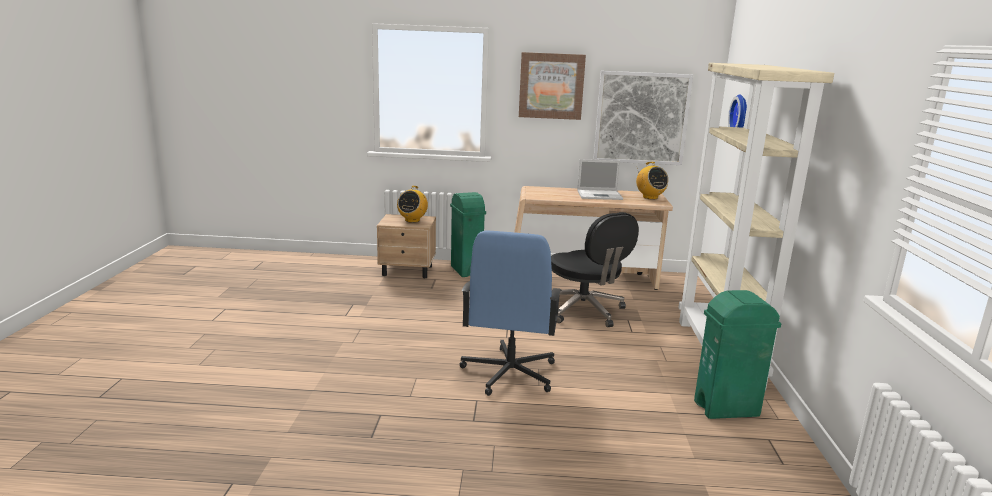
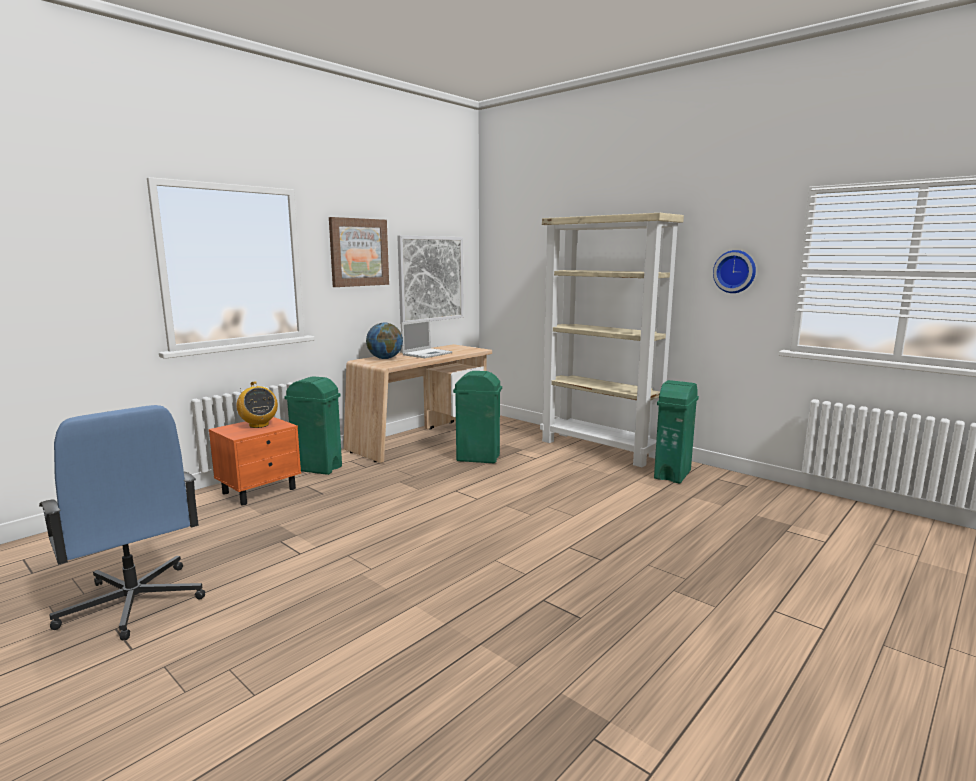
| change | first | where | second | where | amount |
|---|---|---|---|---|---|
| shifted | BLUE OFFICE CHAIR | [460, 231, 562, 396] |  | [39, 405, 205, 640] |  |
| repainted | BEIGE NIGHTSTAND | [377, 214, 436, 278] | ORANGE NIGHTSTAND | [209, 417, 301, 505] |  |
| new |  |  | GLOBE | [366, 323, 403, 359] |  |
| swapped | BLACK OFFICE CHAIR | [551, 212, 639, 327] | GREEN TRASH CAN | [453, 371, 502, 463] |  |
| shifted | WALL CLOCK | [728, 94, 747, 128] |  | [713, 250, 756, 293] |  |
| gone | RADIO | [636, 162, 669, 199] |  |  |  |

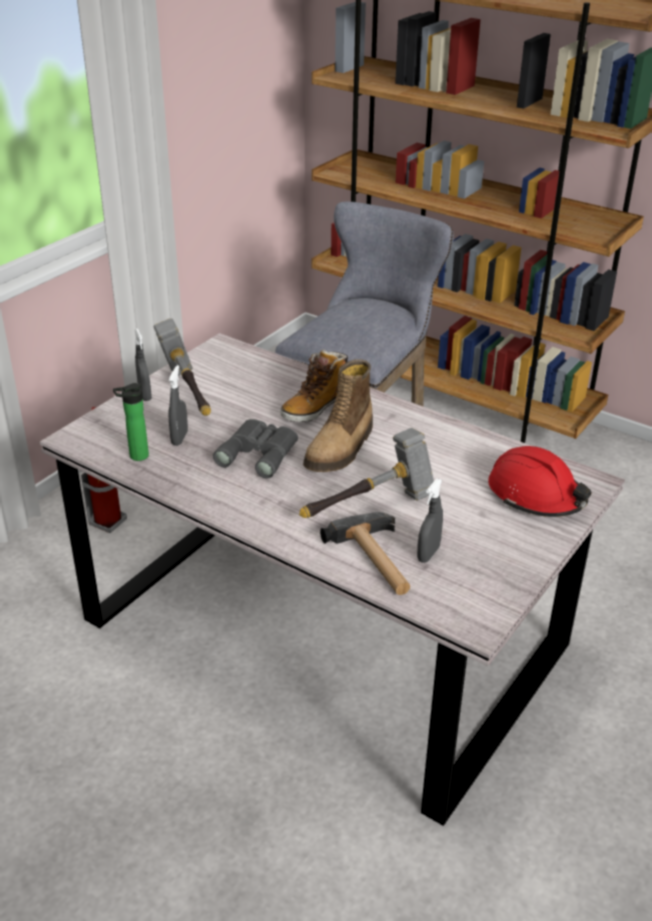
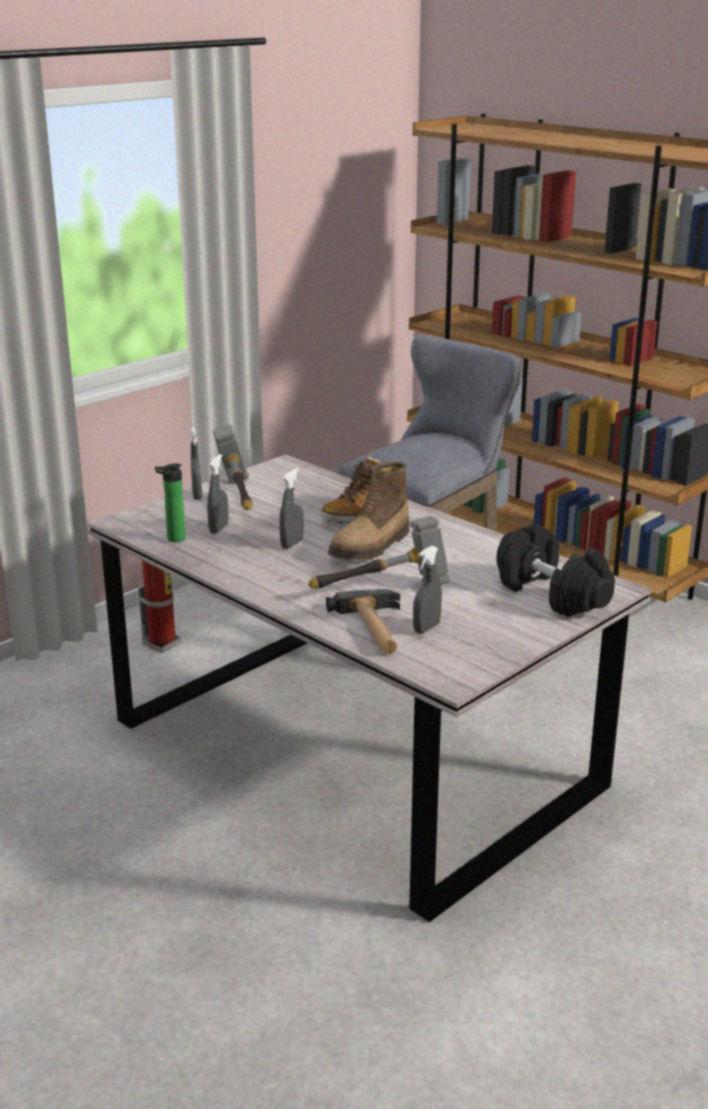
| change | first | where | second | where | amount |
|---|---|---|---|---|---|
| swapped | GREY BINOCULARS | [213, 419, 298, 478] | GREY SPRAY BOTTLE | [279, 468, 304, 549] |  |
| swapped | RED HARD HAT | [488, 446, 592, 517] | BLACK DUMBBELL | [497, 524, 615, 617] |  |

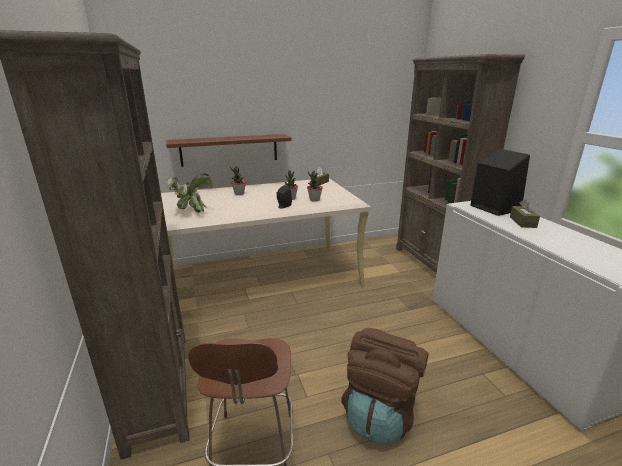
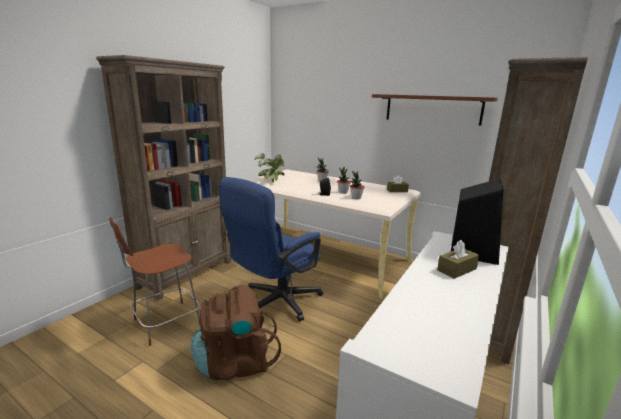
| change | first | where | second | where | amount |
|---|---|---|---|---|---|
| new |  |  | BLUE OFFICE CHAIR | [219, 177, 323, 321] |  |
| shifted | BROWN SHELF | [166, 134, 292, 167] |  | [372, 94, 498, 126] |  |

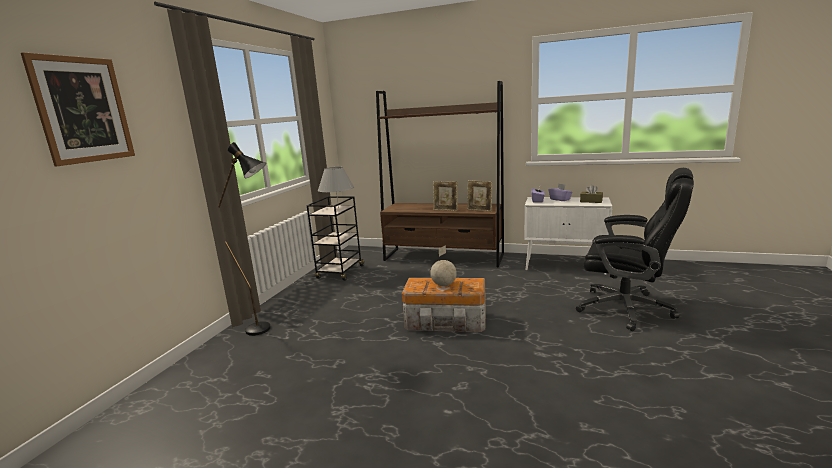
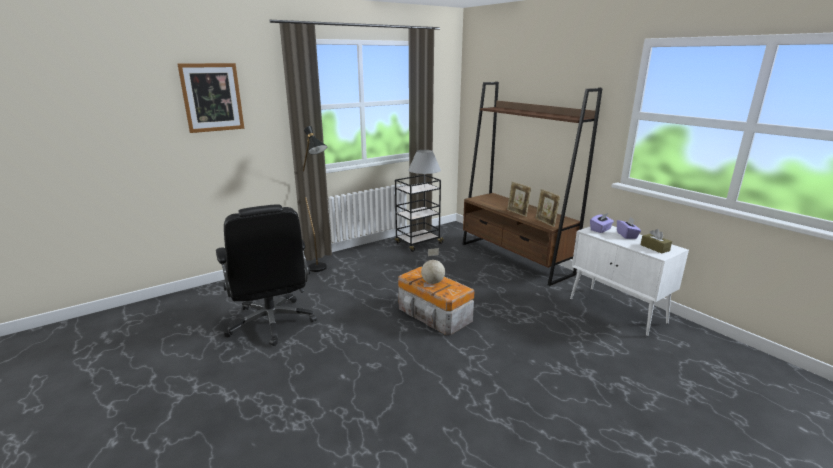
| change | first | where | second | where | amount |
|---|---|---|---|---|---|
| shifted | BLACK OFFICE CHAIR | [576, 168, 694, 331] |  | [216, 204, 317, 346] |  |

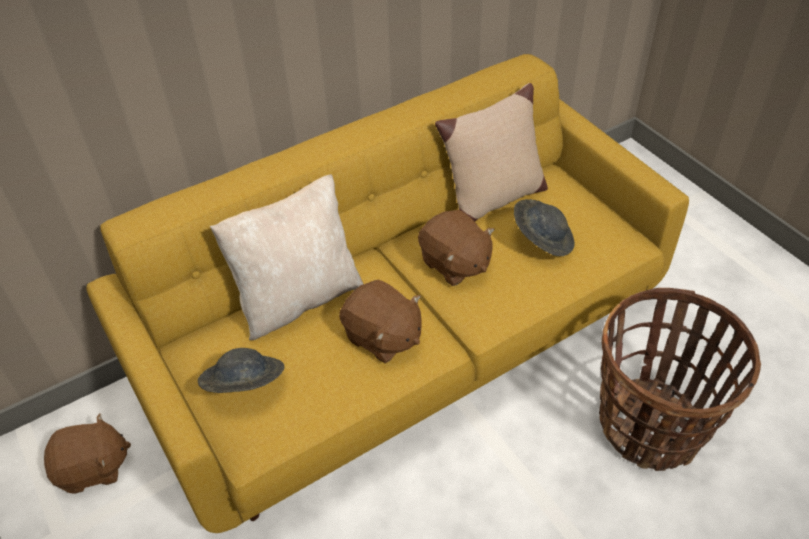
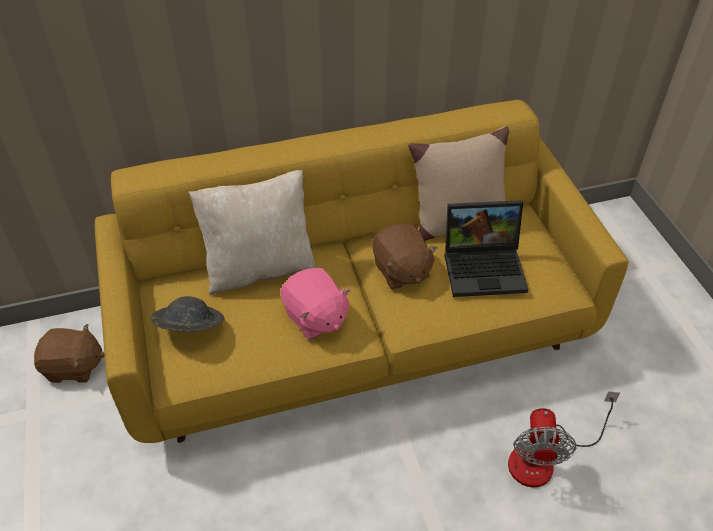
| change | first | where | second | where | amount |
|---|---|---|---|---|---|
| repainted | BROWN PLUSH TOY | [339, 280, 421, 363] | PINK PLUSH TOY | [281, 268, 351, 340] |  |
| swapped | GREY HAT | [514, 199, 575, 256] | LAPTOP | [445, 200, 528, 297] |  |
| swapped | BASKET | [599, 288, 761, 471] | FAN | [508, 391, 620, 487] |  |

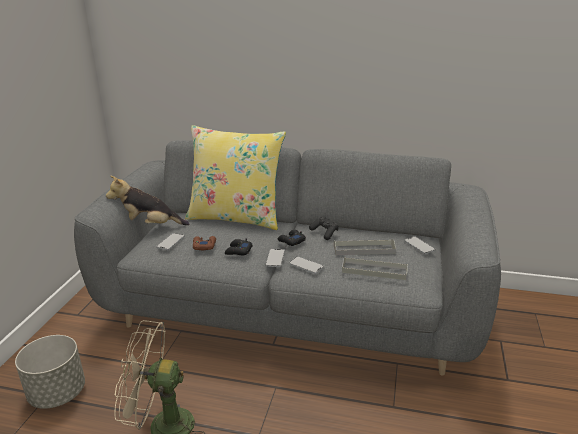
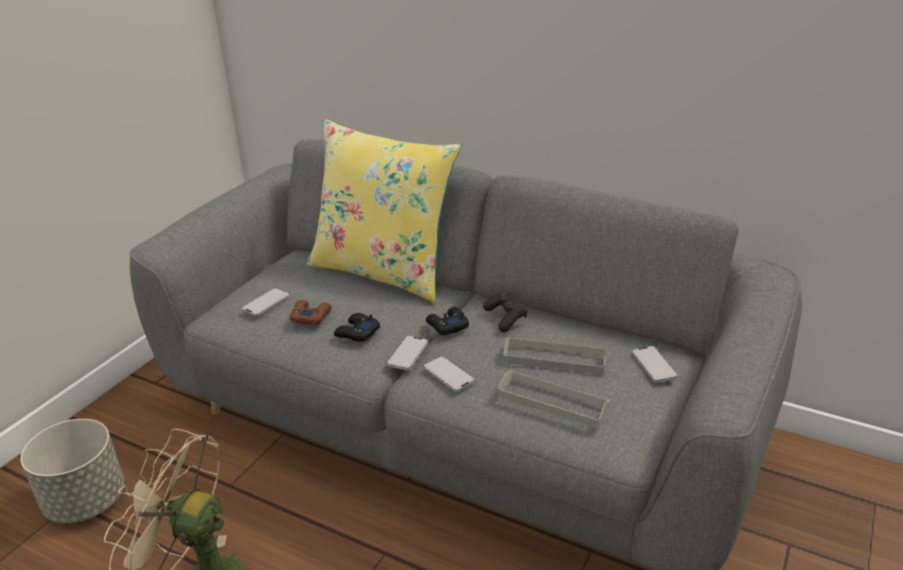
| change | first | where | second | where | amount |
|---|---|---|---|---|---|
| gone | PLUSH TOY | [106, 175, 189, 225] |  |  |  |

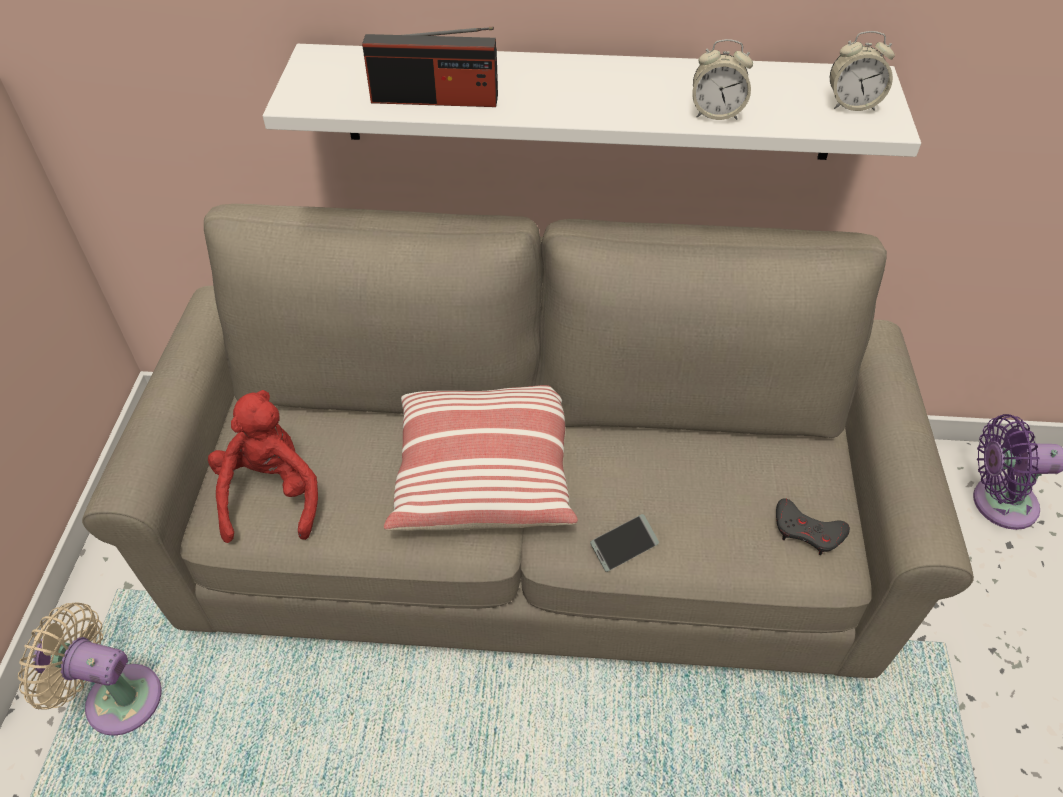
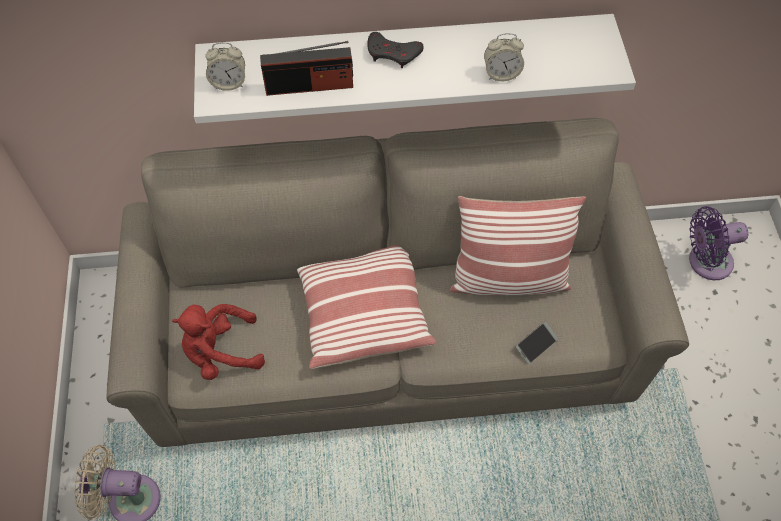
| change | first | where | second | where | amount |
|---|---|---|---|---|---|
| rotated | RED PLUSH TOY | [208, 390, 318, 543] |  | [172, 304, 265, 380] | 90 degrees counterclockwise |
| shifted | ALARM CLOCK | [830, 31, 895, 111] |  | [205, 42, 245, 91] |  |
| shifted | GREY GAME CONTROLLER | [776, 498, 850, 555] |  | [367, 32, 424, 68] |  |
| new |  |  | PILLOW | [450, 196, 586, 295] |  |
| shifted | PHONE | [590, 514, 659, 572] |  | [516, 322, 558, 364] |  |

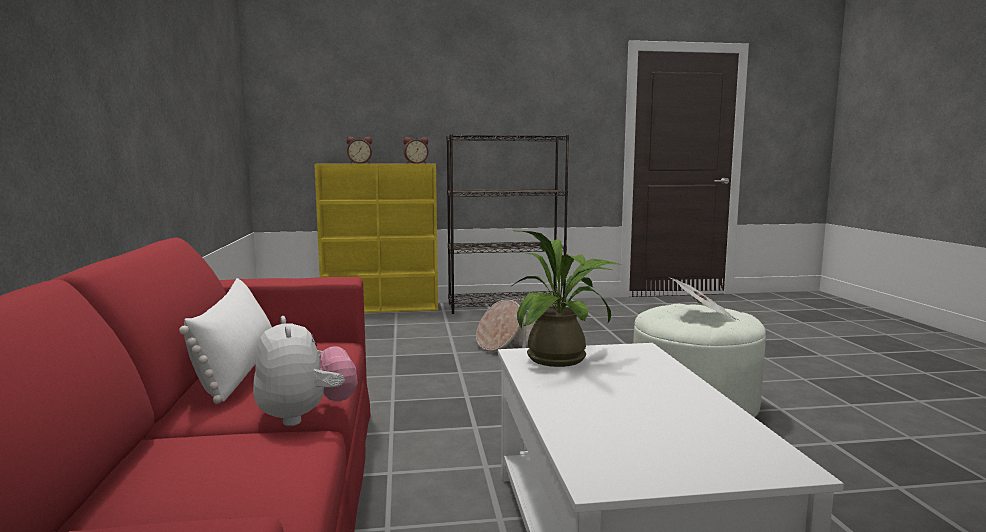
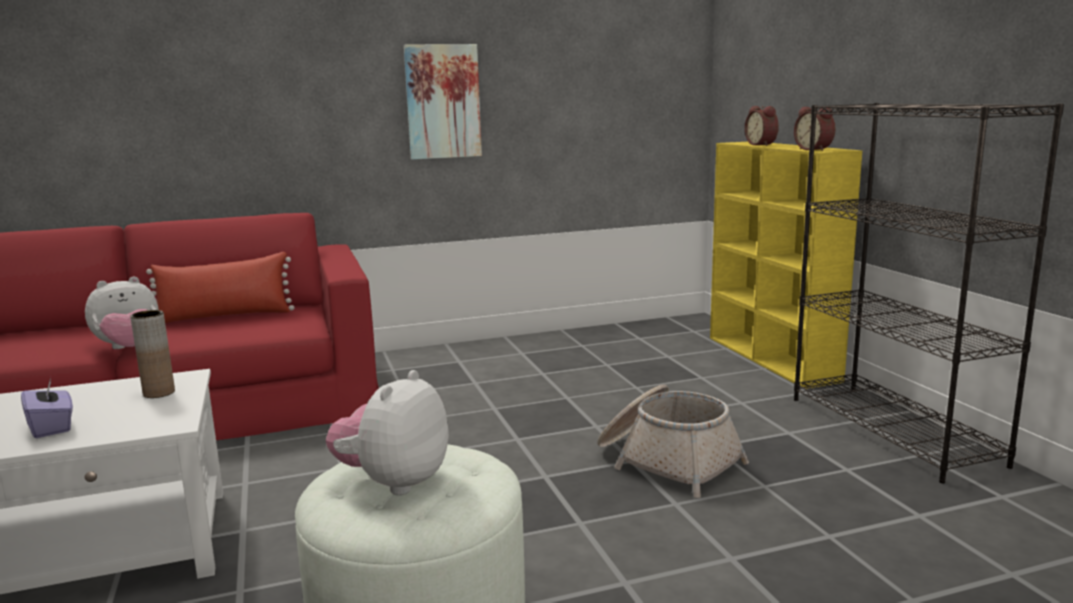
| change | first | where | second | where | amount |
|---|---|---|---|---|---|
| new |  |  | PURPLE TISSUE BOX | [21, 377, 73, 438] |  |
| swapped | POTTED PLANT | [512, 230, 621, 367] | BROWN VASE | [130, 310, 175, 398] |  |
| repainted | WHITE PILLOW | [179, 278, 272, 404] | RED PILLOW | [146, 252, 294, 323] |  |
| swapped | NEWSPAPER | [669, 277, 738, 320] | PLUSH TOY | [326, 370, 449, 495] |  |
| new |  |  | PICTURE | [404, 44, 482, 160] |  |

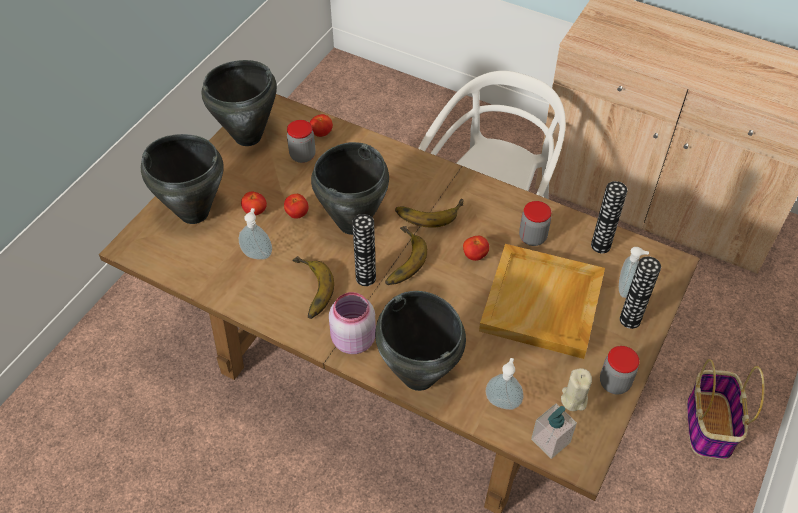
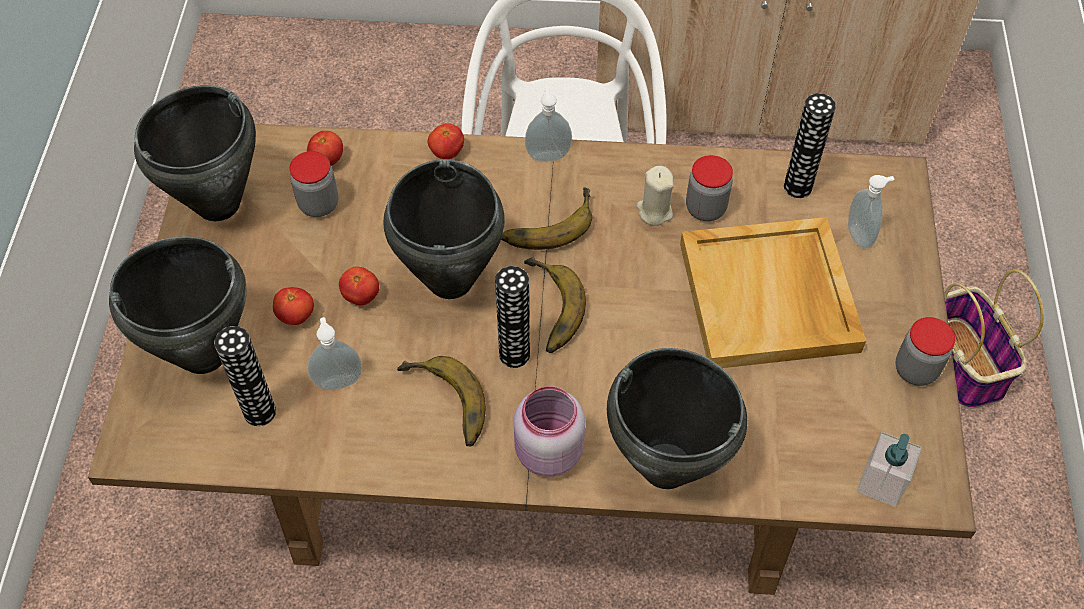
| change | first | where | second | where | amount |
|---|---|---|---|---|---|
| shifted | VASE | [620, 256, 661, 329] |  | [214, 326, 276, 426] |  |
| shifted | TOMATO | [463, 236, 489, 261] |  | [428, 123, 464, 159] |  |
| shifted | SOAP DISPENSER | [486, 358, 523, 410] |  | [525, 87, 572, 161] |  |
| shifted | BEIGE CANDLE | [561, 368, 592, 411] |  | [636, 166, 674, 226] |  |

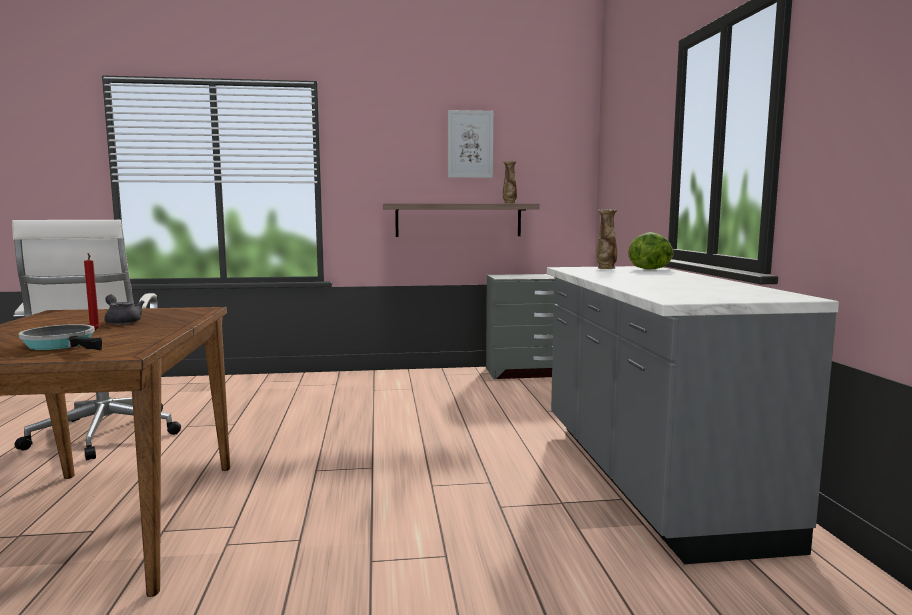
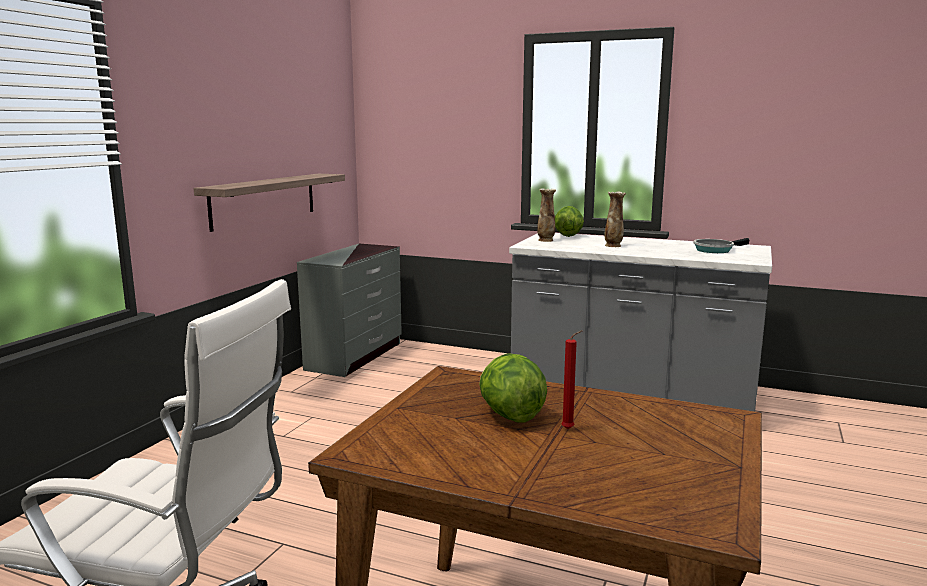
| change | first | where | second | where | amount |
|---|---|---|---|---|---|
| swapped | GREY TEAPOT | [104, 295, 144, 325] | LETTUCE | [479, 353, 547, 423] |  |
| shifted | VASE | [503, 161, 517, 204] |  | [604, 192, 626, 247] |  |
| shifted | FRYING PAN | [19, 324, 102, 350] |  | [694, 238, 749, 253] |  |
| gone | PICTURE | [448, 110, 493, 178] |  |  |  |

